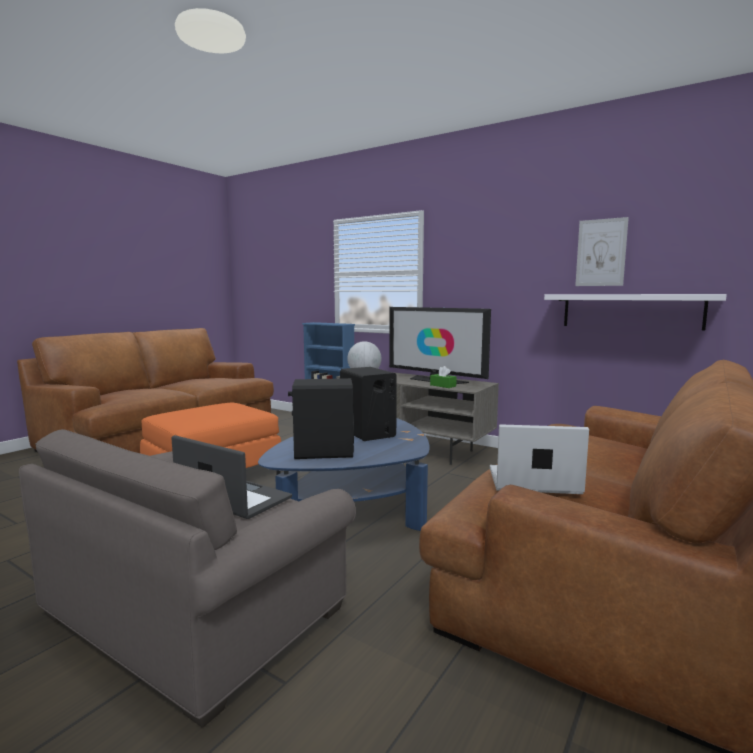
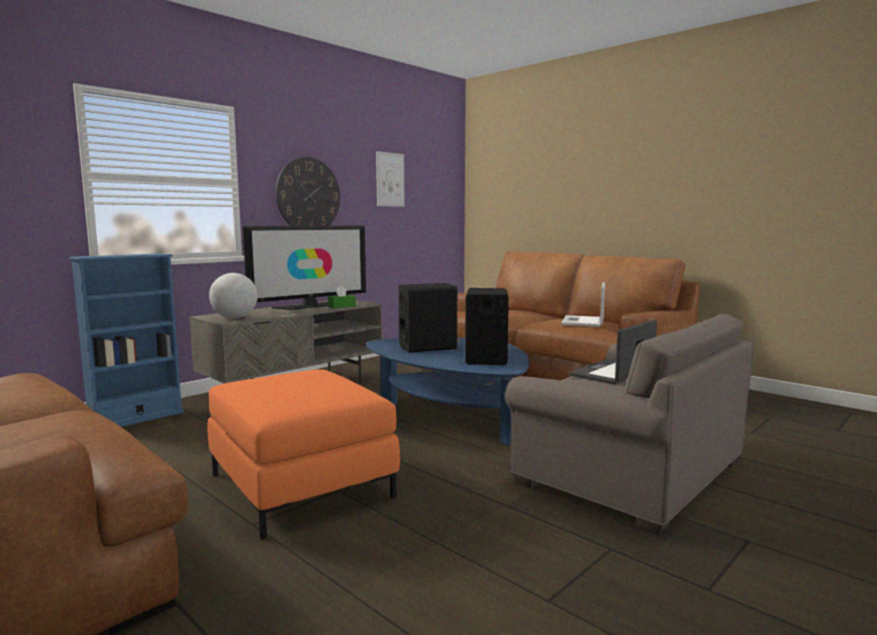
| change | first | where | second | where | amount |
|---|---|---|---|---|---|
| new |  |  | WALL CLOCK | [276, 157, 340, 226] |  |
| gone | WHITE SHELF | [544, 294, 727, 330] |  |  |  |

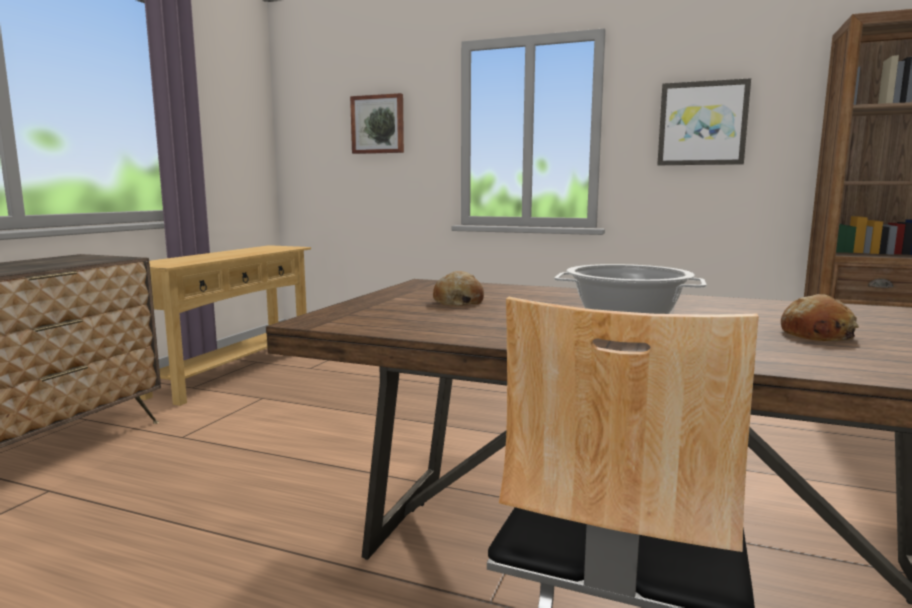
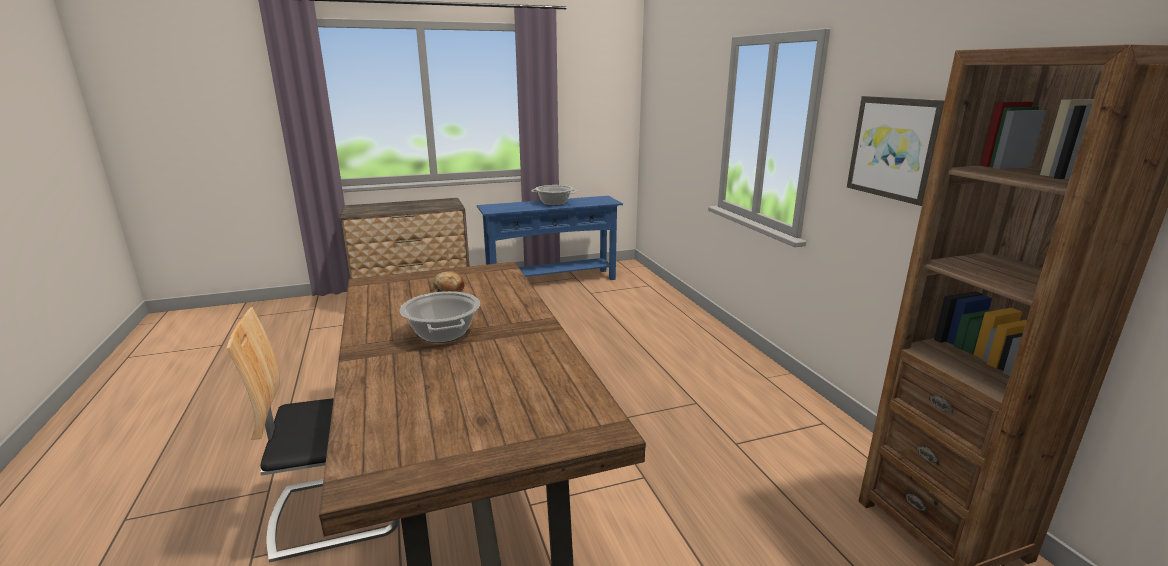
| change | first | where | second | where | amount |
|---|---|---|---|---|---|
| repainted | BEIGE CONSOLE TABLE | [139, 245, 311, 406] | BLUE CONSOLE TABLE | [477, 196, 623, 280] |  |
| new |  |  | COOKING POT | [531, 185, 577, 206] |  |
| gone | PICTURE | [350, 93, 404, 154] |  |  |  |
| gone | BREAD | [781, 294, 859, 341] |  |  |  |

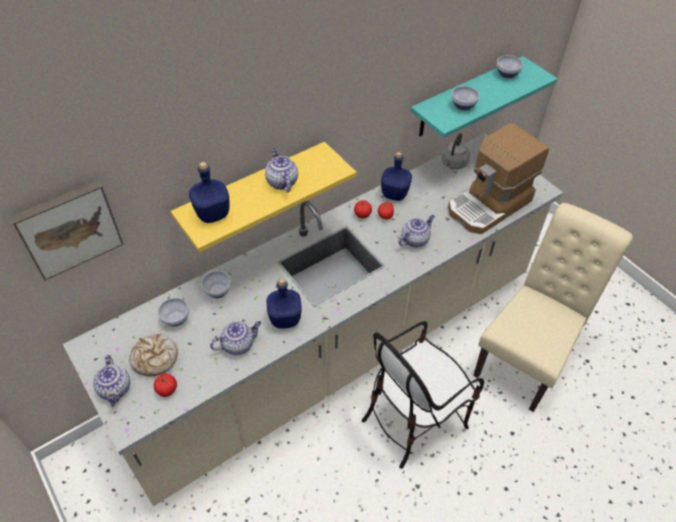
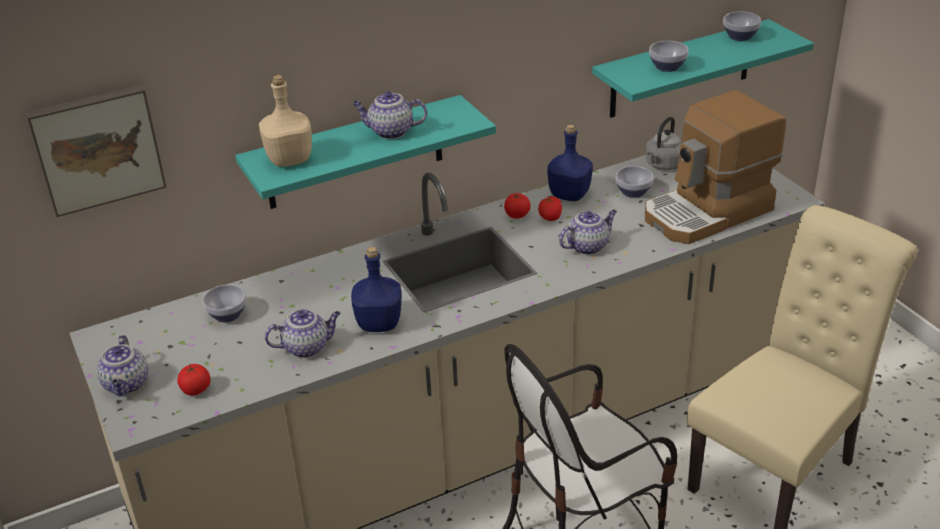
| change | first | where | second | where | amount |
|---|---|---|---|---|---|
| repainted | YELLOW SHELF | [171, 142, 356, 252] | TURQUOISE SHELF | [235, 95, 496, 209] |  |
| repainted | BLUE BOTTLE | [189, 162, 230, 223] | BEIGE BOTTLE | [259, 75, 312, 167] |  |
| rotated | TEAPOT | [265, 148, 298, 192] |  | [352, 91, 427, 139] | 75 degrees counterclockwise |
| shifted | BOWL | [201, 271, 231, 298] |  | [615, 166, 654, 198] |  |
| gone | BREAD | [129, 333, 178, 376] |  |  |  |

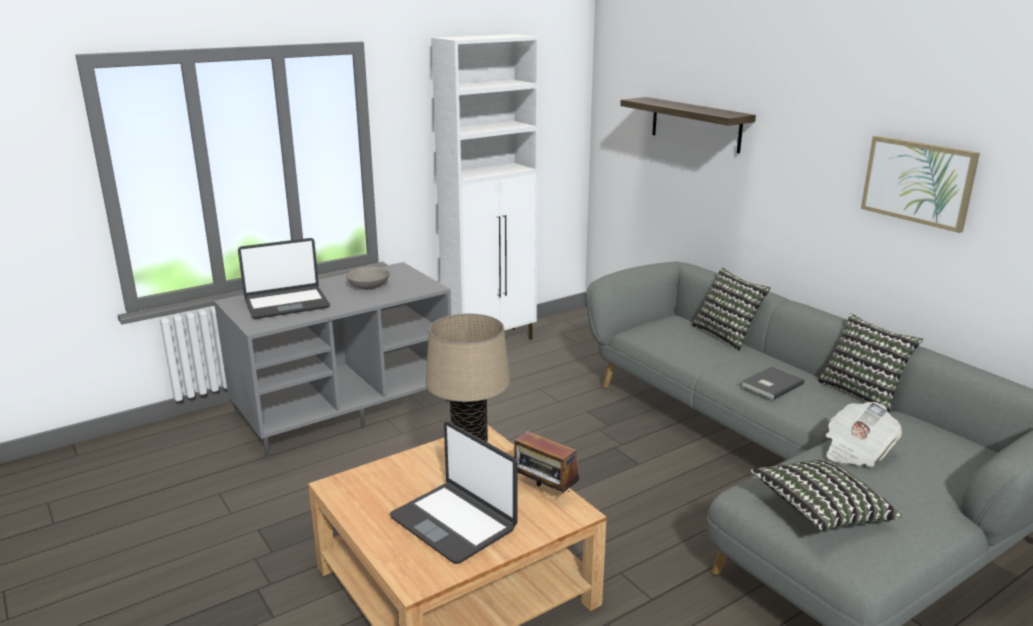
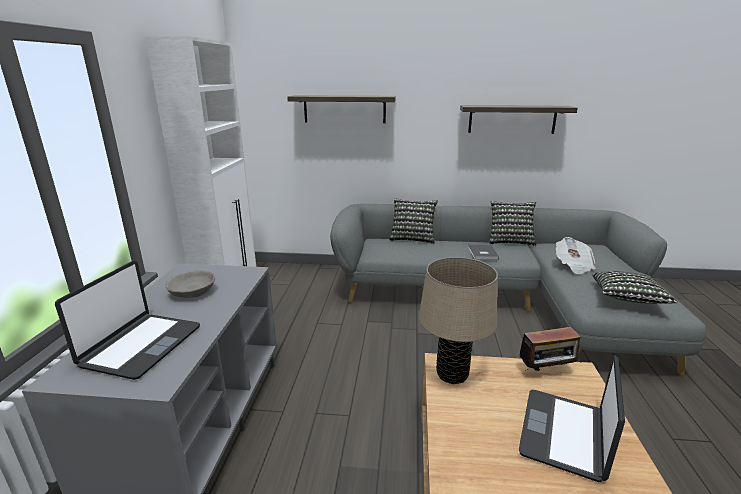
| change | first | where | second | where | amount |
|---|---|---|---|---|---|
| swapped | PICTURE | [861, 136, 980, 233] | SHELF | [460, 105, 578, 134] |  |
| rotated | LAPTOP | [390, 421, 518, 564] |  | [519, 355, 625, 482] | 120 degrees clockwise |

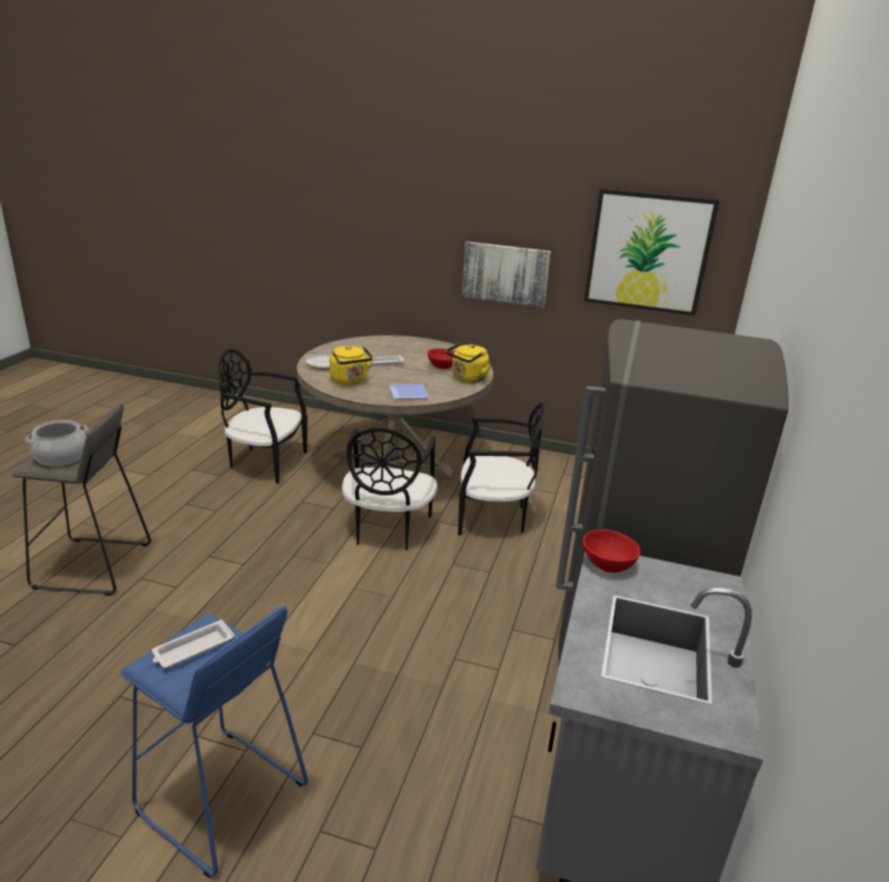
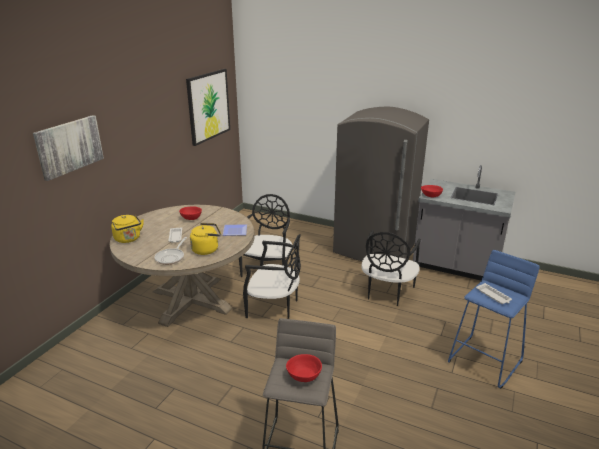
| change | first | where | second | where | amount |
|---|---|---|---|---|---|
| shifted | PICTURE | [462, 241, 551, 308] |  | [33, 115, 104, 181] |  |
| shifted | YELLOW KETTLE | [446, 343, 491, 383] |  | [111, 215, 144, 243] |  |
| swapped | COOKING POT | [25, 420, 88, 466] | RED BOWL | [286, 354, 322, 382] |  |
| shifted | BLACK CHAIR | [217, 349, 307, 484] |  | [361, 230, 421, 306] |  |

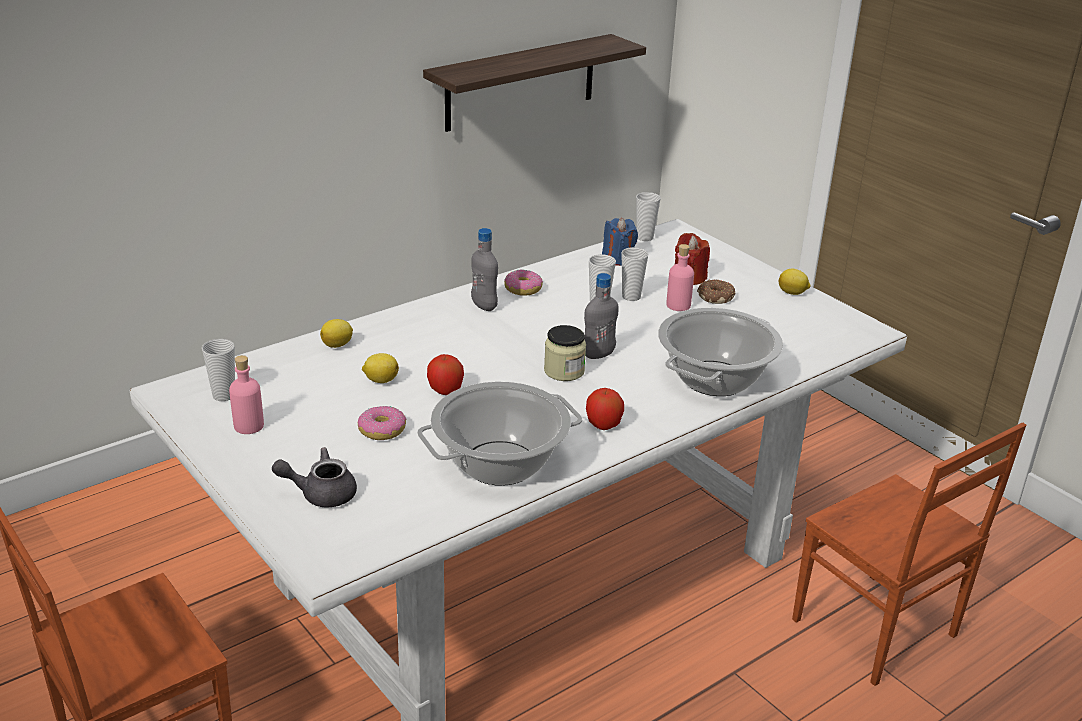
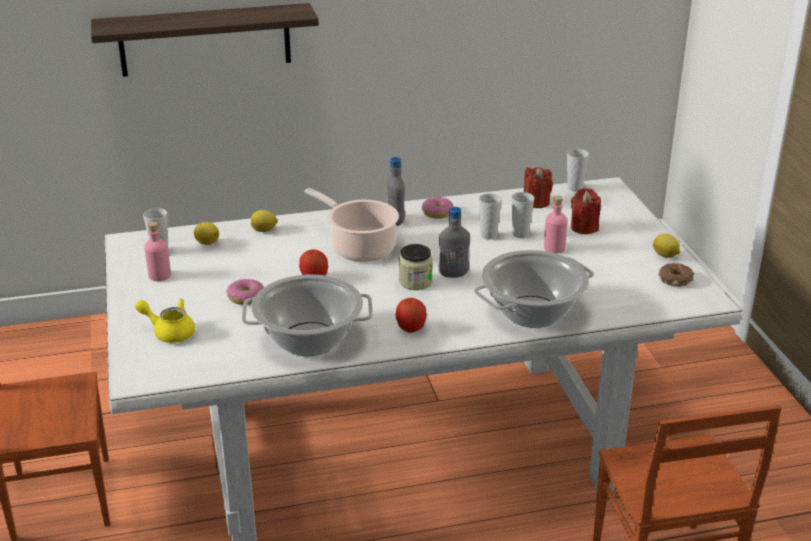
| change | first | where | second | where | amount |
|---|---|---|---|---|---|
| shifted | SHELF | [423, 34, 646, 132] |  | [91, 3, 319, 77] |  |
| repainted | GREY TEAPOT | [272, 447, 357, 507] | YELLOW TEAPOT | [135, 299, 195, 343] |  |
| shifted | LEMON | [362, 353, 399, 383] |  | [194, 222, 219, 245] |  |
| new |  |  | COOKING POT | [304, 188, 399, 261] |  |
| repainted | BLUE CANDLE | [602, 218, 638, 266] | RED CANDLE | [524, 167, 553, 208] |  |
| shifted | DONUT | [697, 279, 735, 304] |  | [659, 263, 694, 287] |  |

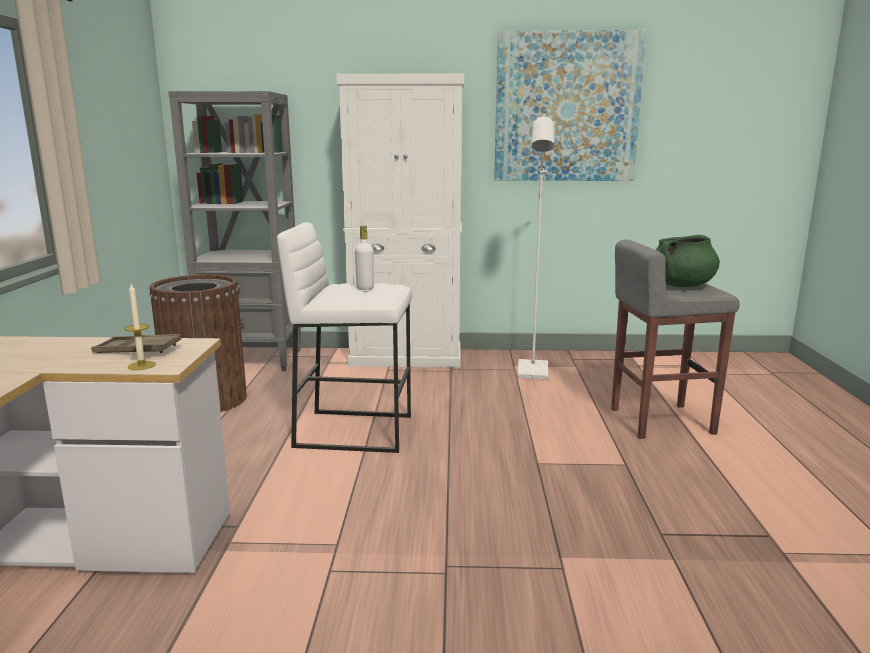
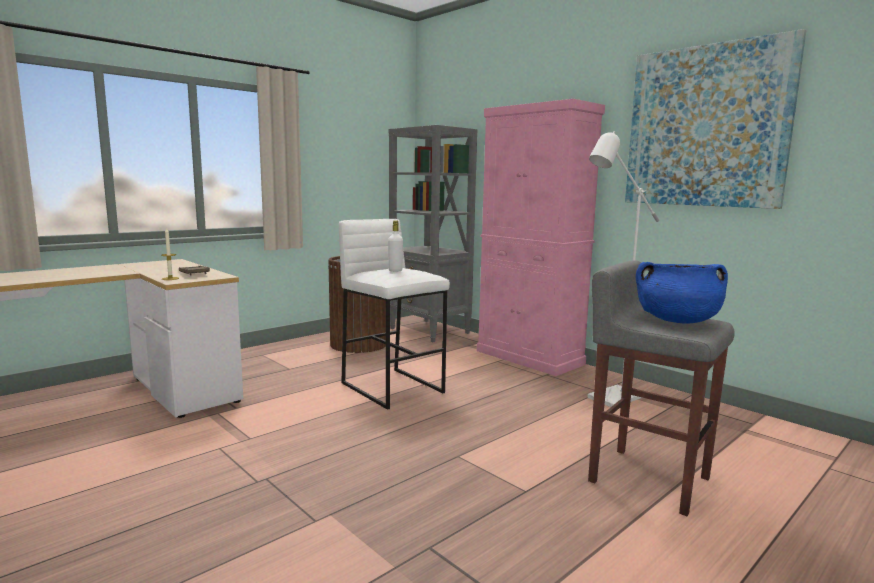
| change | first | where | second | where | amount |
|---|---|---|---|---|---|
| repainted | WHITE CABINET | [336, 73, 464, 368] | PINK CABINET | [477, 99, 605, 376] |  |
| repainted | GREEN COOKING POT | [656, 235, 720, 287] | BLUE COOKING POT | [636, 262, 728, 323] |  |

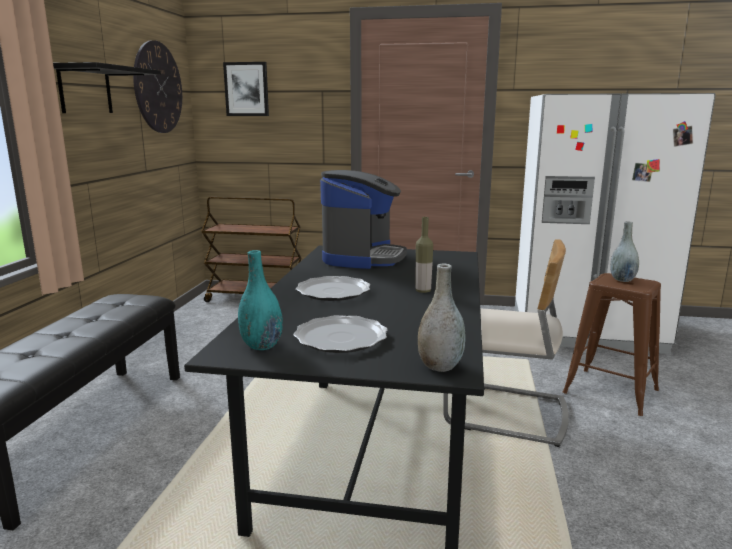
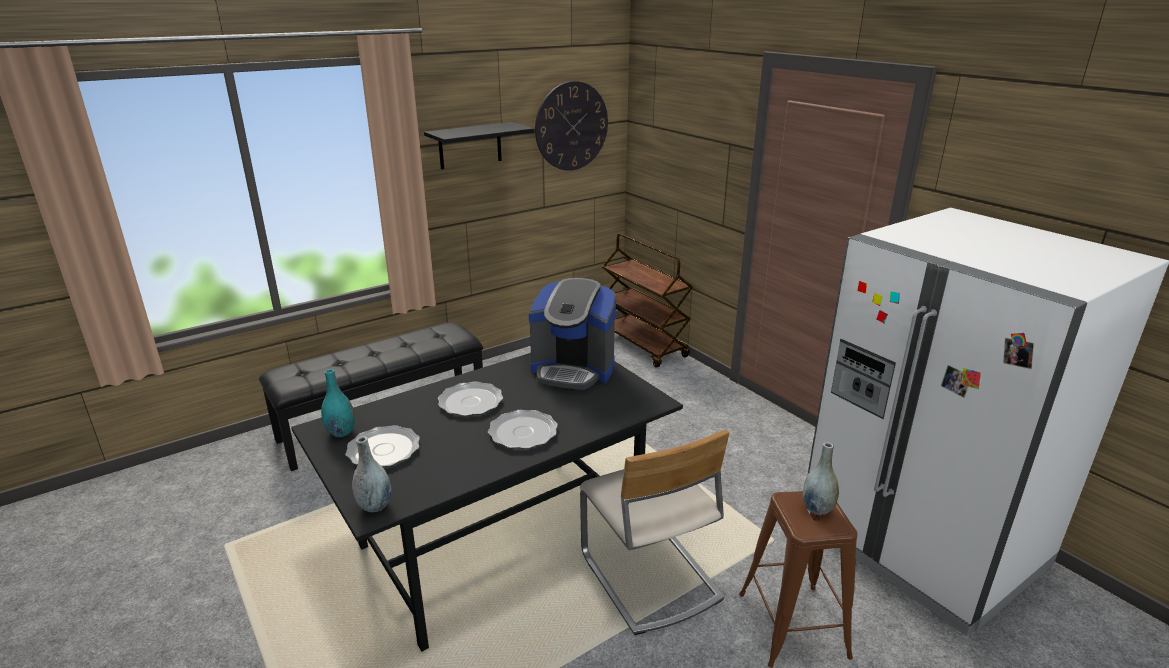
| change | first | where | second | where | amount |
|---|---|---|---|---|---|
| swapped | BOTTLE | [416, 217, 433, 293] | PLATE | [488, 410, 558, 449] |  |
| rotated | COFFEE MACHINE | [320, 170, 407, 269] |  | [529, 278, 616, 390] | 45 degrees clockwise |
| gone | PICTURE | [223, 62, 269, 116] |  |  |  |

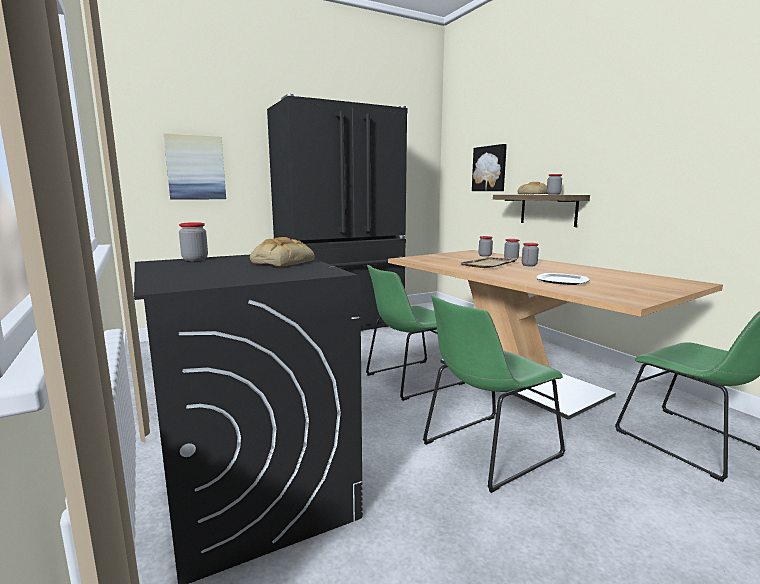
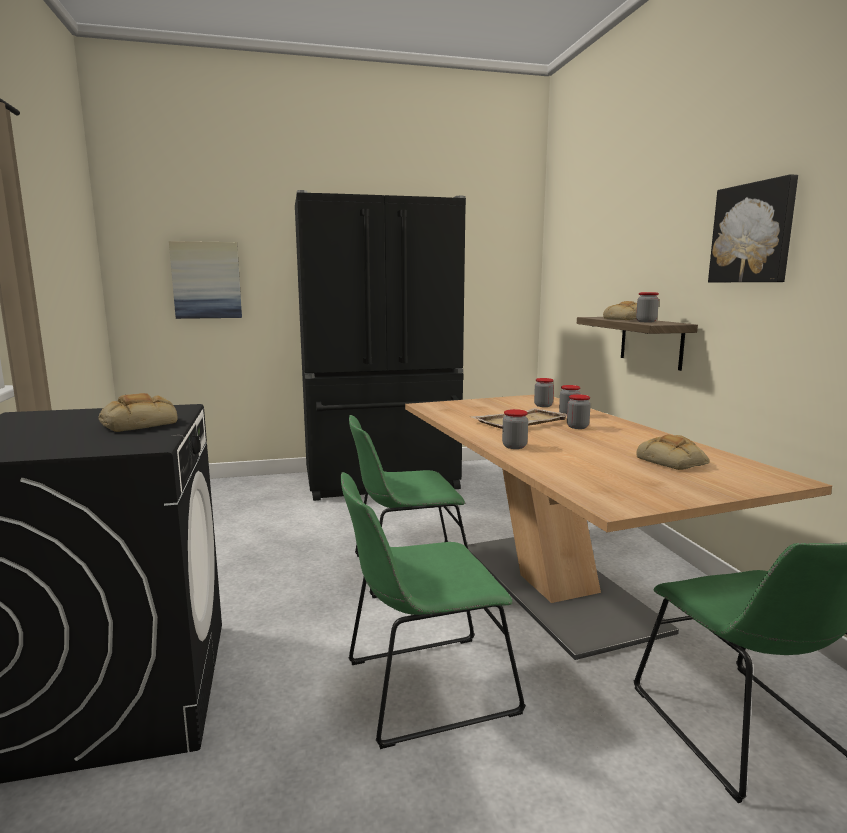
| change | first | where | second | where | amount |
|---|---|---|---|---|---|
| shifted | JAR | [179, 222, 208, 261] |  | [502, 409, 528, 449] |  |
| new |  |  | BREAD | [636, 434, 710, 470] |  |
| shifted | PICTURE | [472, 144, 507, 191] |  | [708, 174, 798, 282] |  |
| gone | PLATE | [537, 273, 589, 285] |  |  |  |

